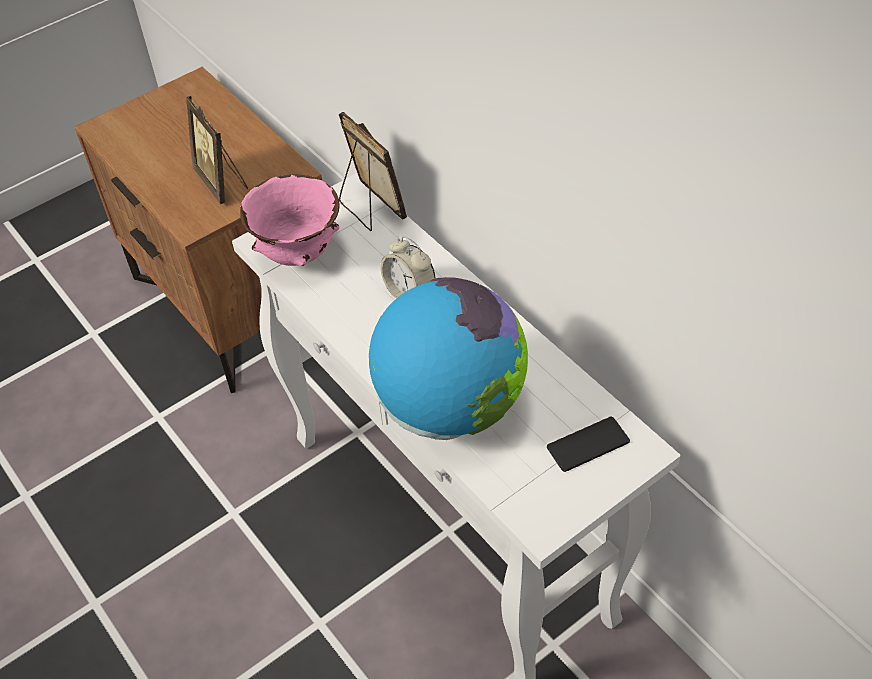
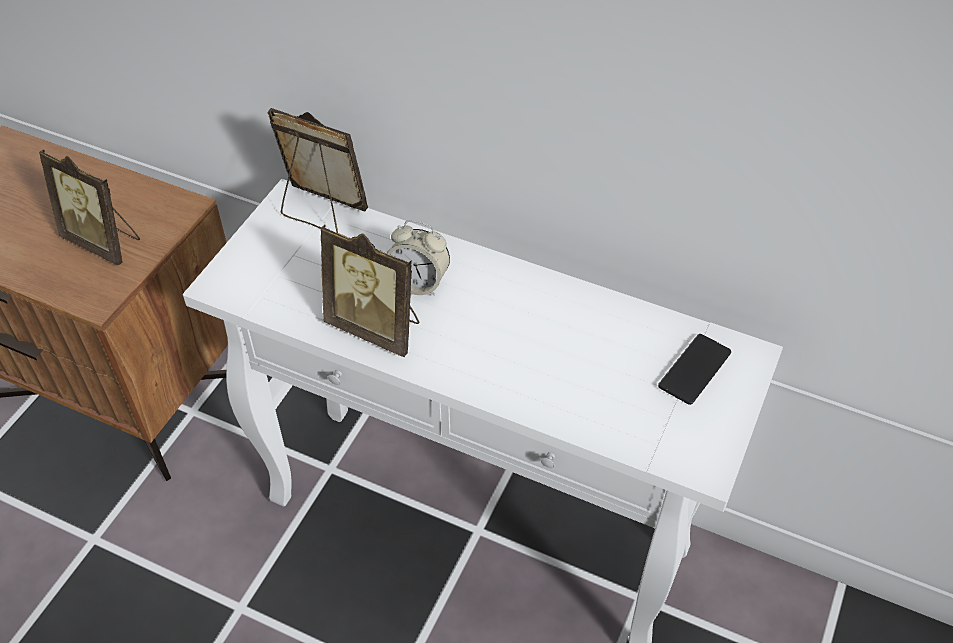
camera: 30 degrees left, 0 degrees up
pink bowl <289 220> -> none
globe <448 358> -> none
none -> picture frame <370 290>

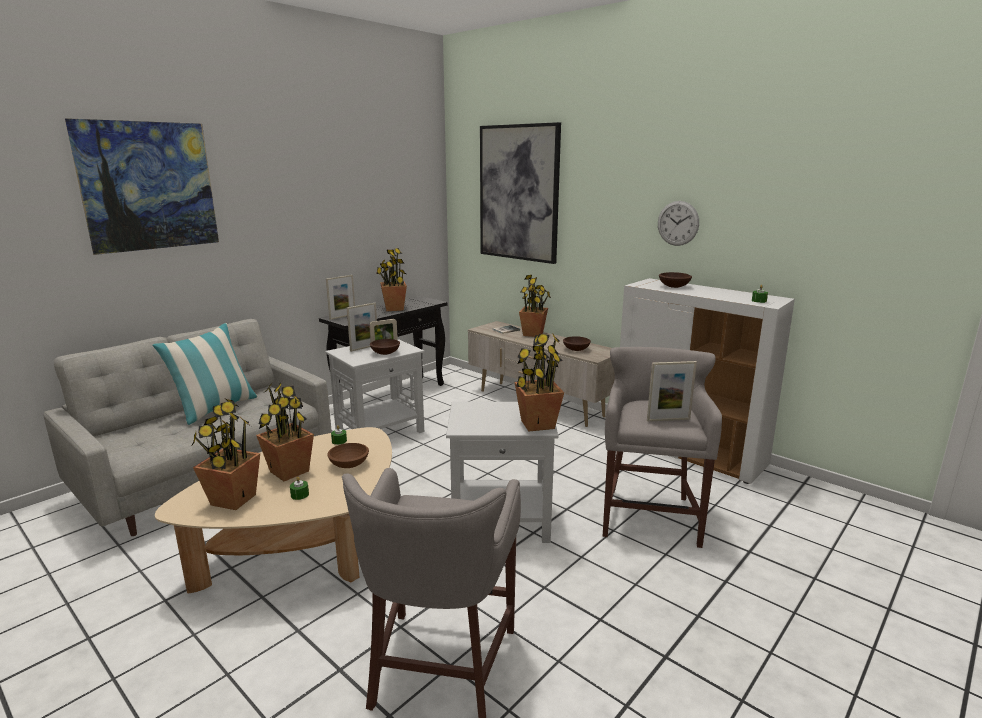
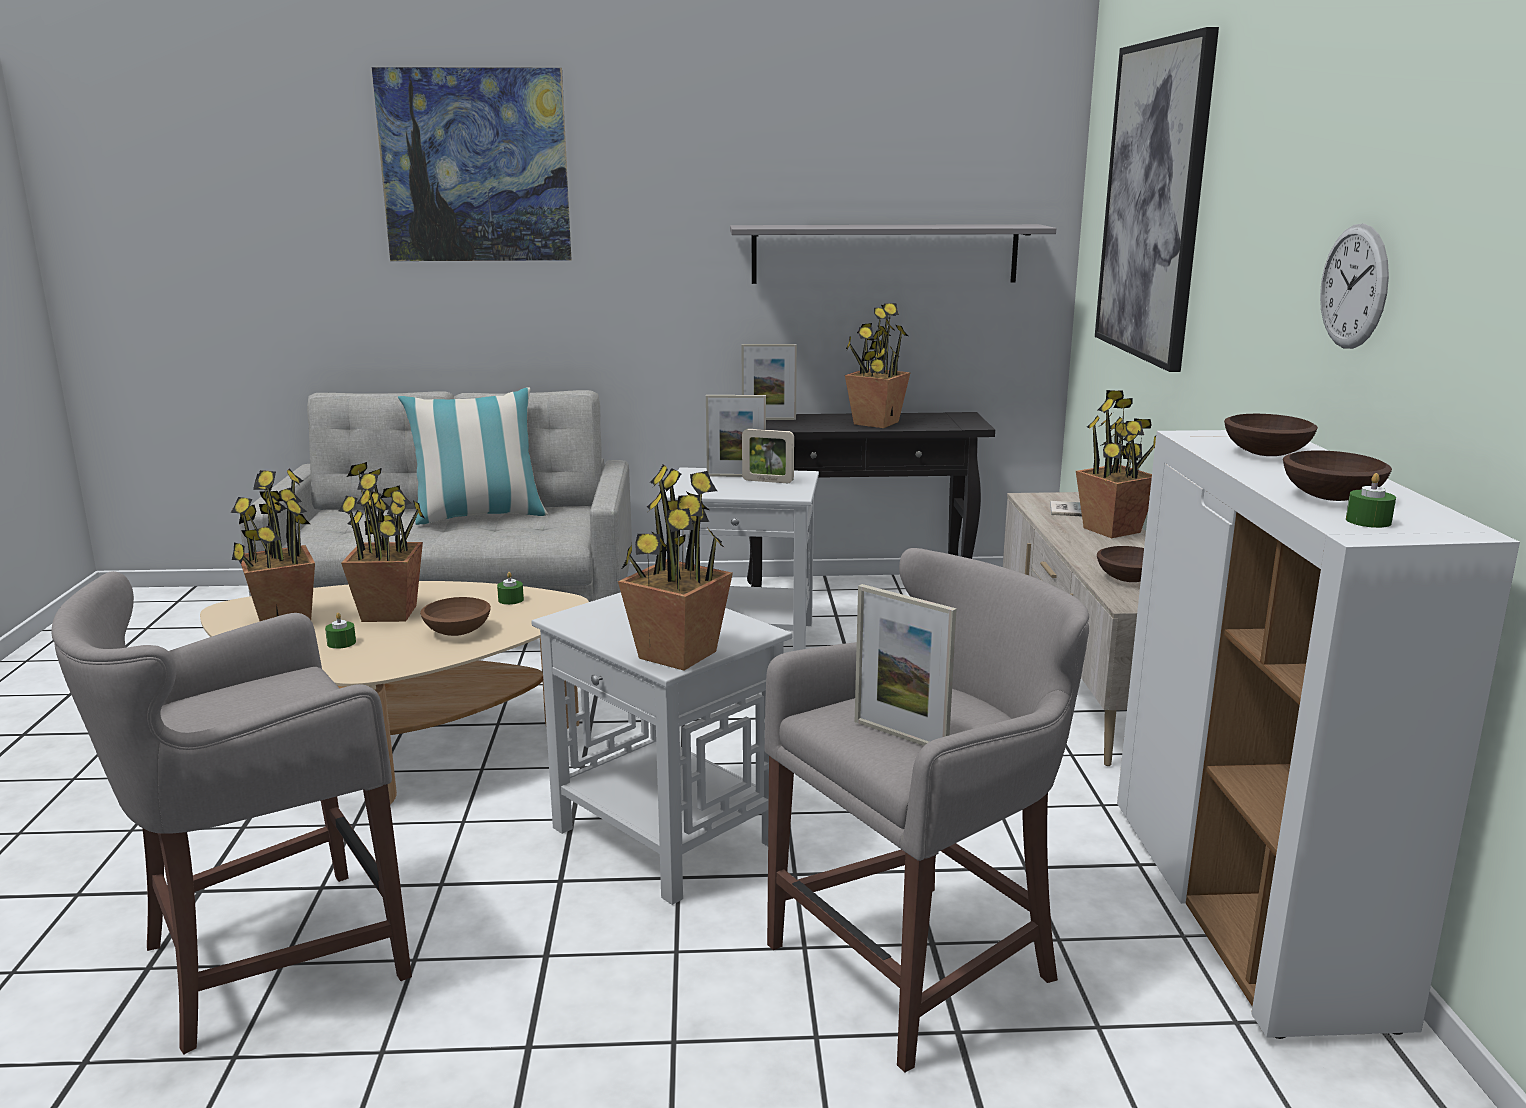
camera: 45 degrees right, 0 degrees up
none -> grey shelf <893 254>
brown bowl <385 347> -> brown bowl <1337 475>, move

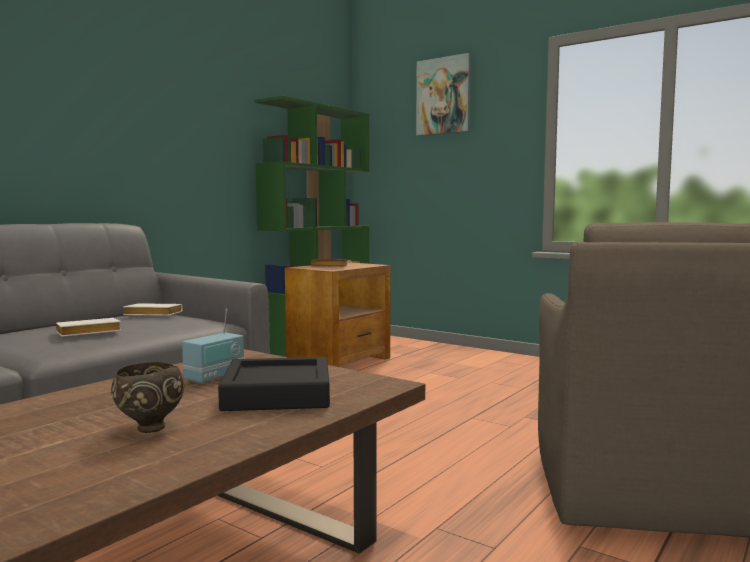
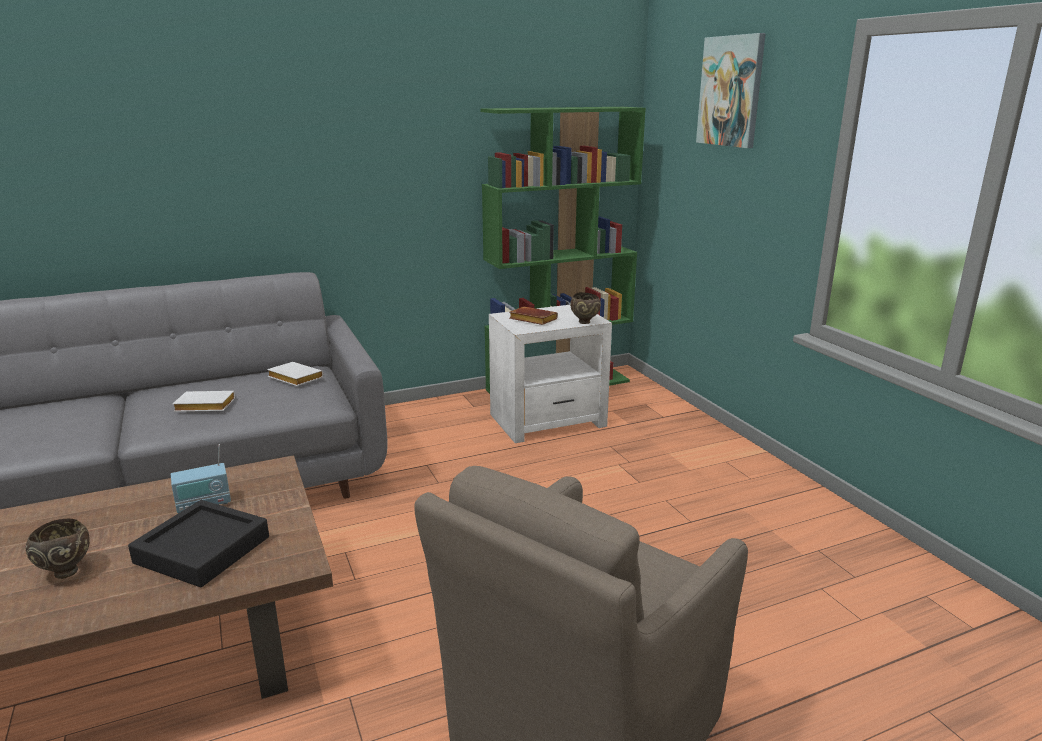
camera: 30 degrees right, 15 degrees up
none -> brown bowl <585 308>
brown side table <338 314> -> white side table <550 374>

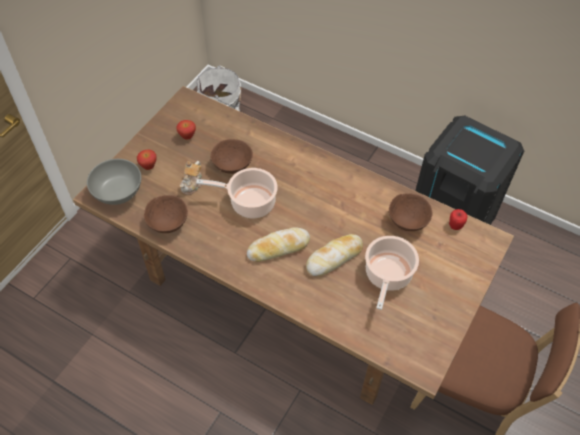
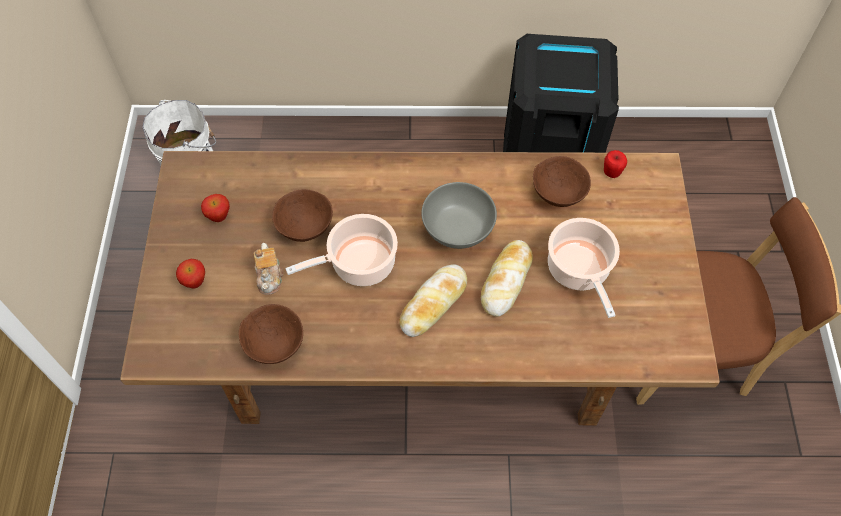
camera: 30 degrees left, 5 degrees up
grey bowl <114 182> -> grey bowl <459 215>, move

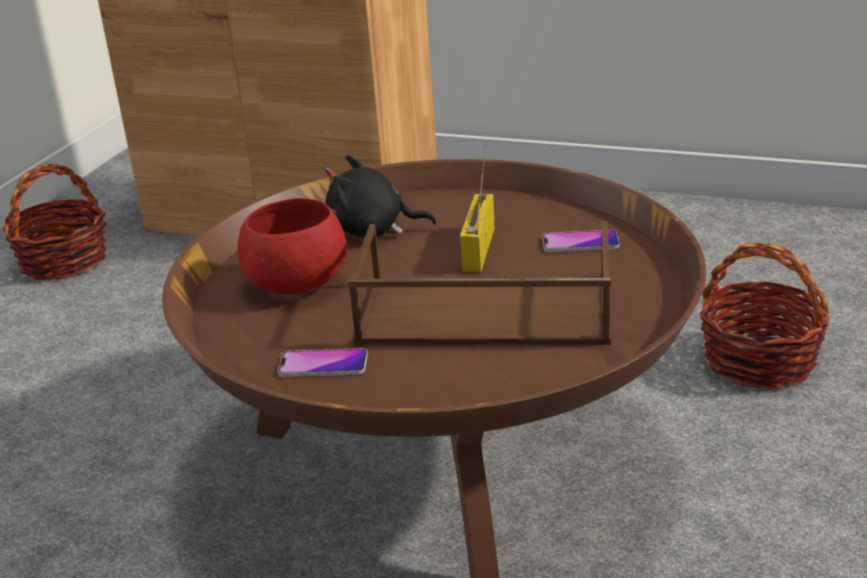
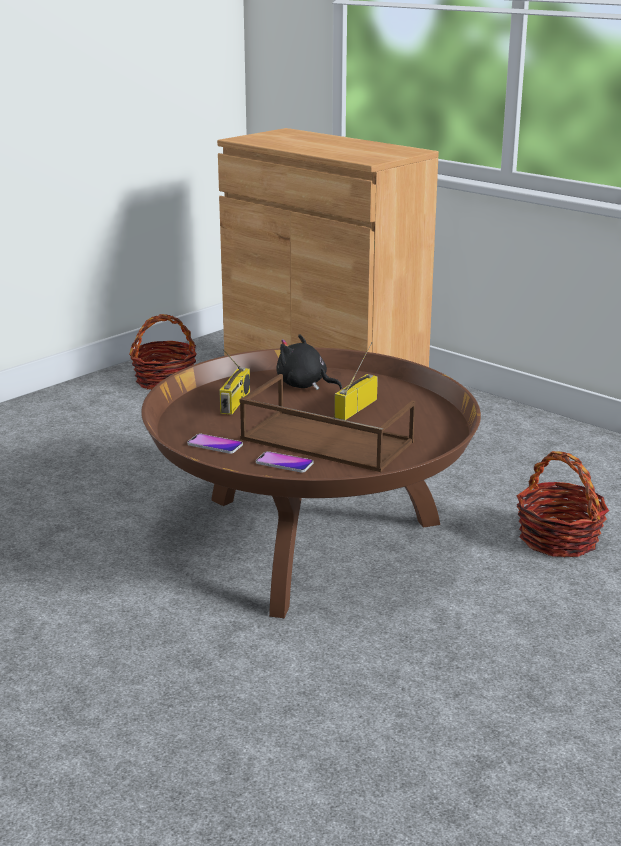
camera: 20 degrees right, 5 degrees down
phone <580 241> -> phone <284 462>, move
red bowl <292 246> -> radio <234 382>

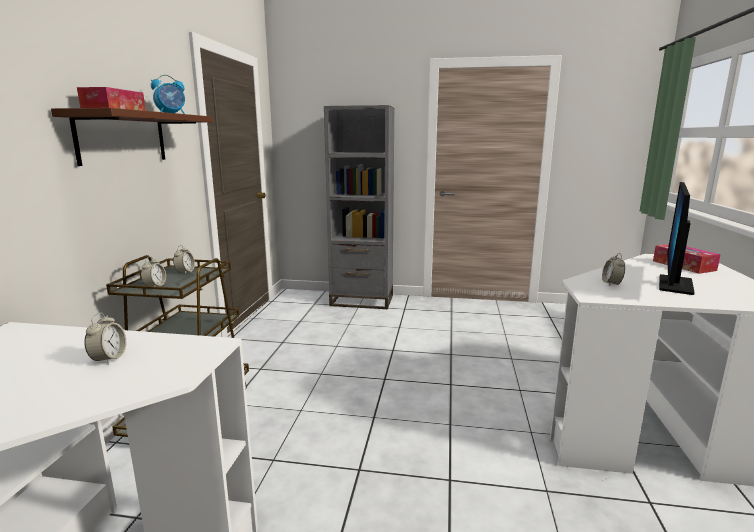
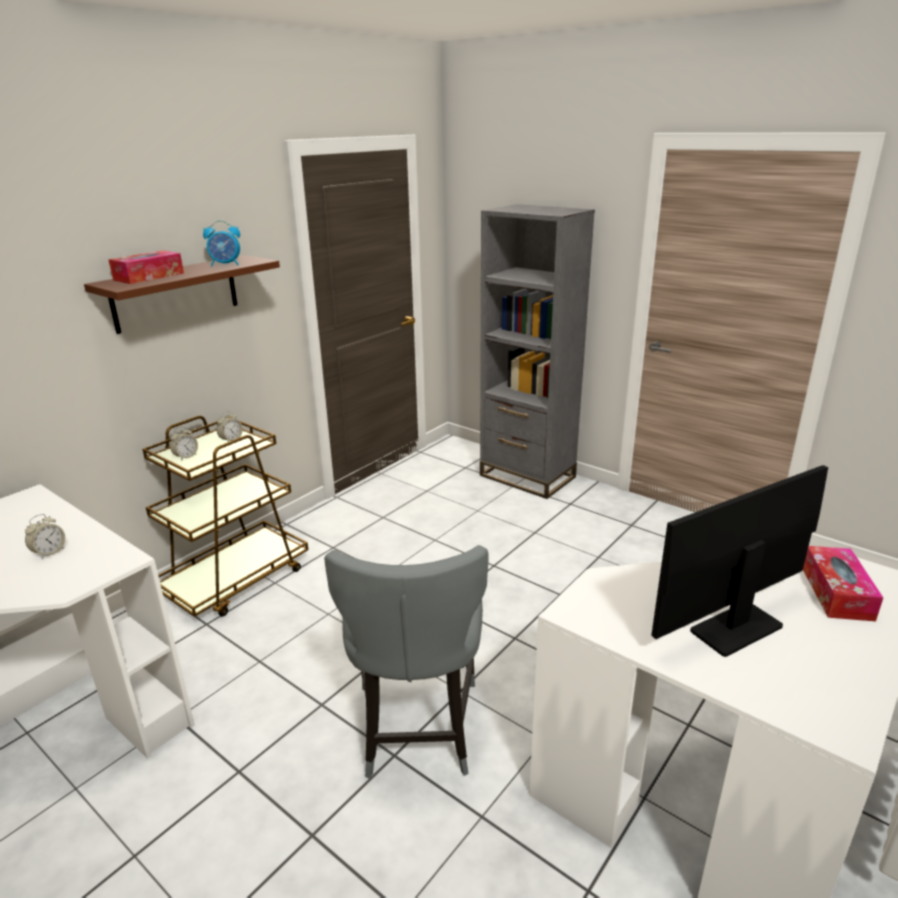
camera: 30 degrees right, 10 degrees up
alarm clock <613 269> -> none
none -> grey chair <406 662>

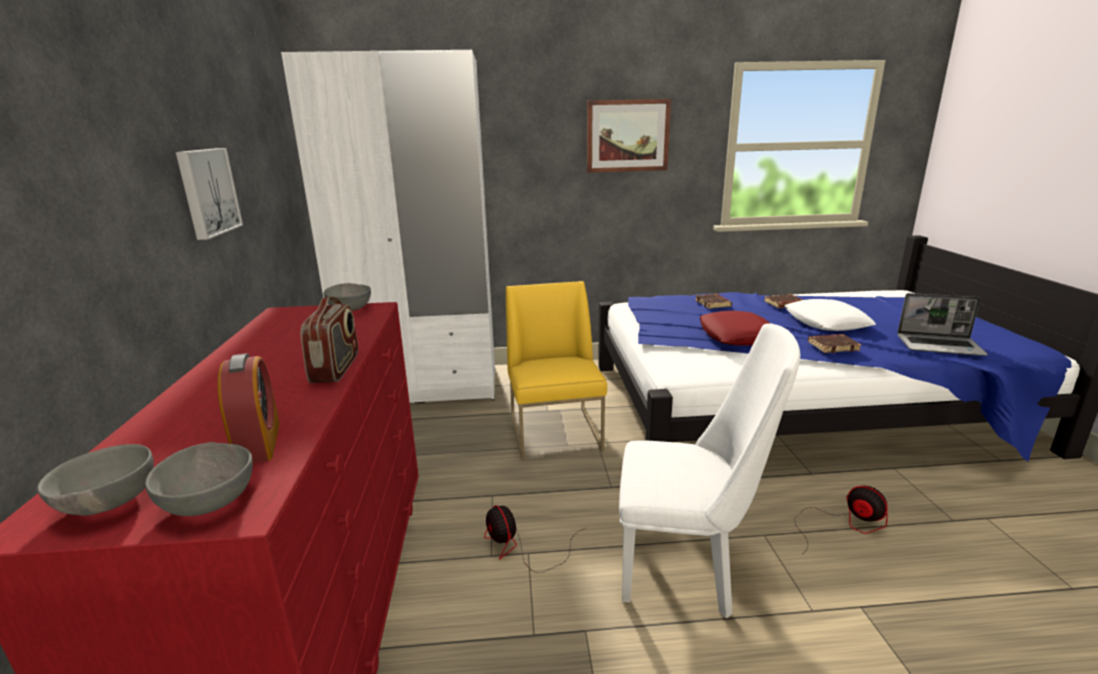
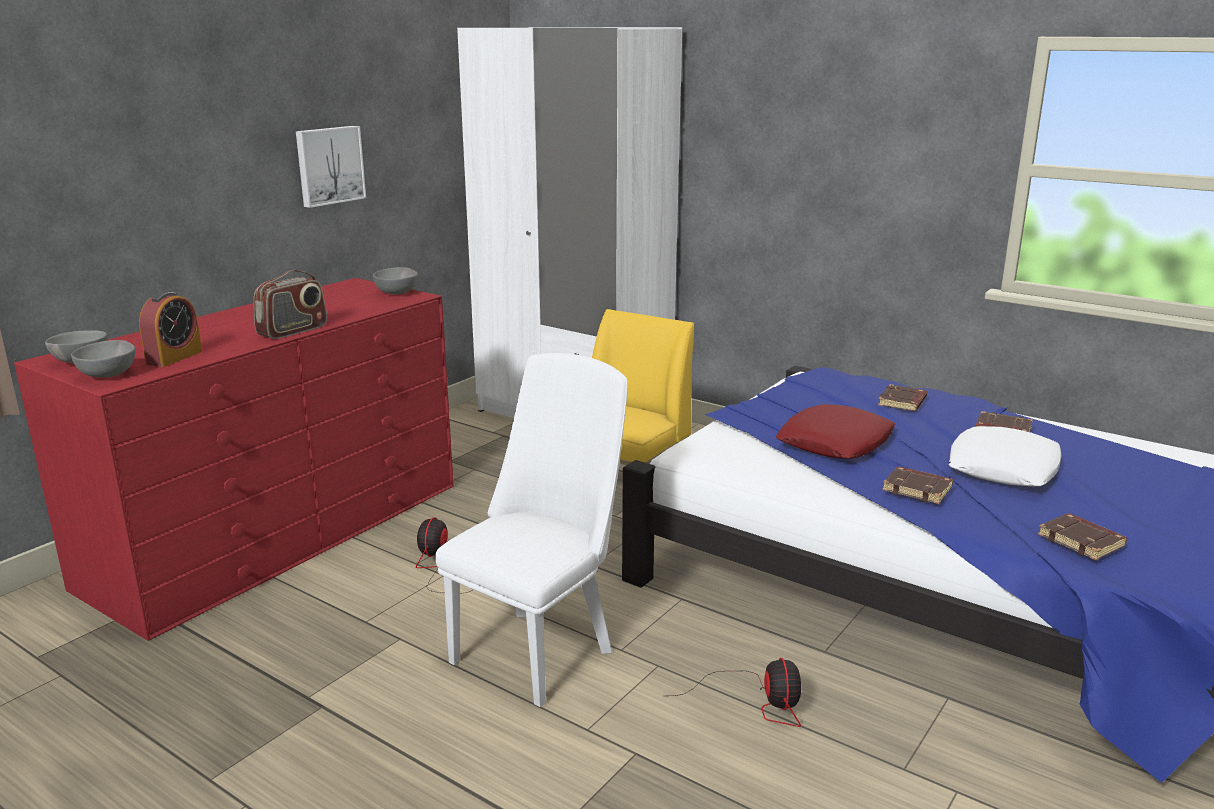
camera: 40 degrees right, 0 degrees up
picture <629 136> -> none
laptop <942 324> -> brown book <1082 536>
white chair <709 471> -> white chair <531 530>, 105 degrees counterclockwise

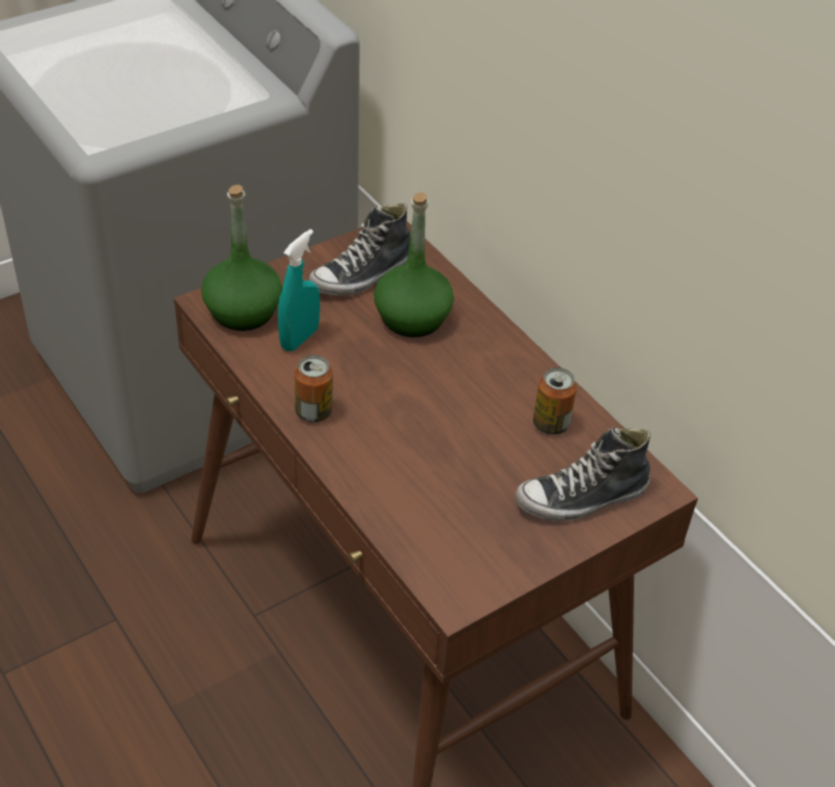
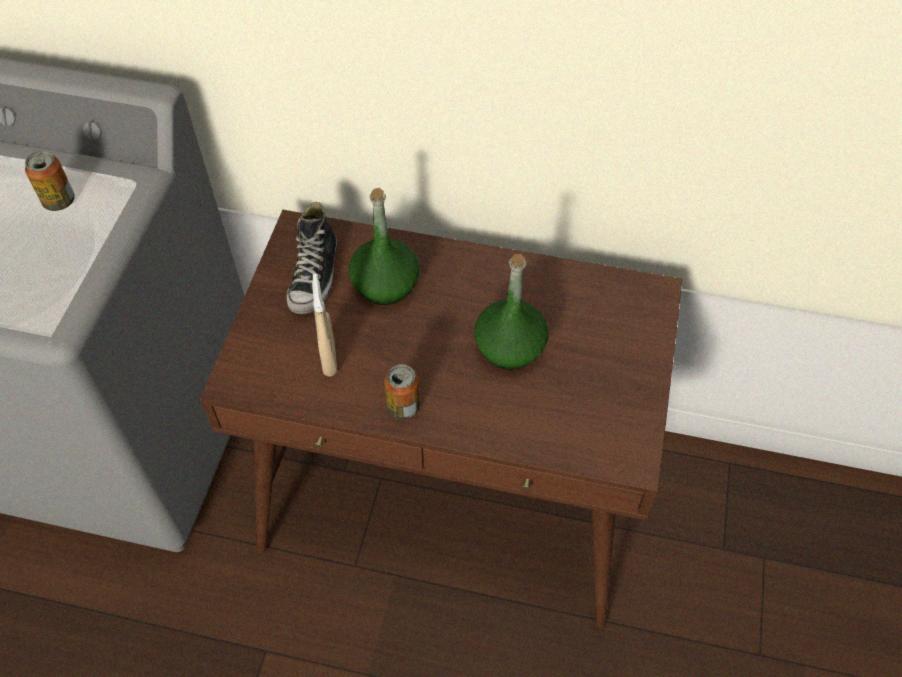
camera: 40 degrees left, 10 degrees up
shoe <582 474> -> none
green bottle <241 258> -> green bottle <511 312>, move
can <555 401> -> can <50 181>, move
turquoise spray bottle <299 290> -> beige spray bottle <324 325>

